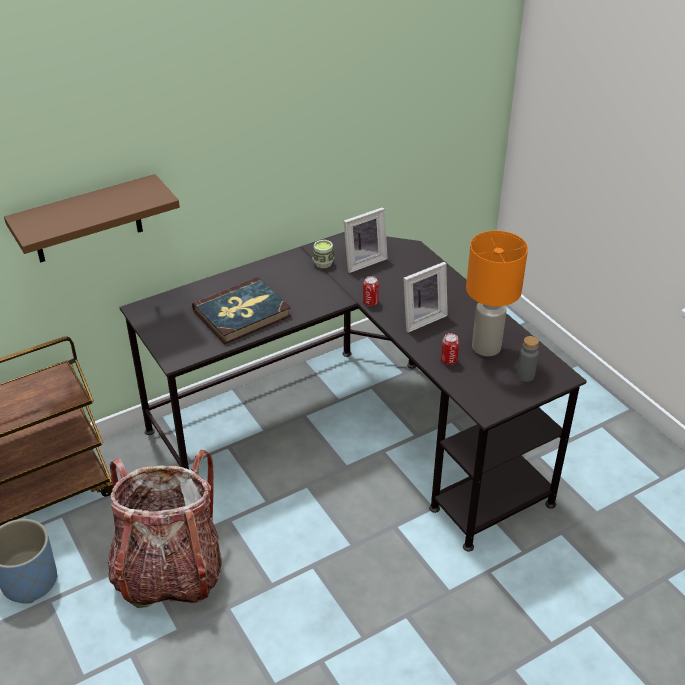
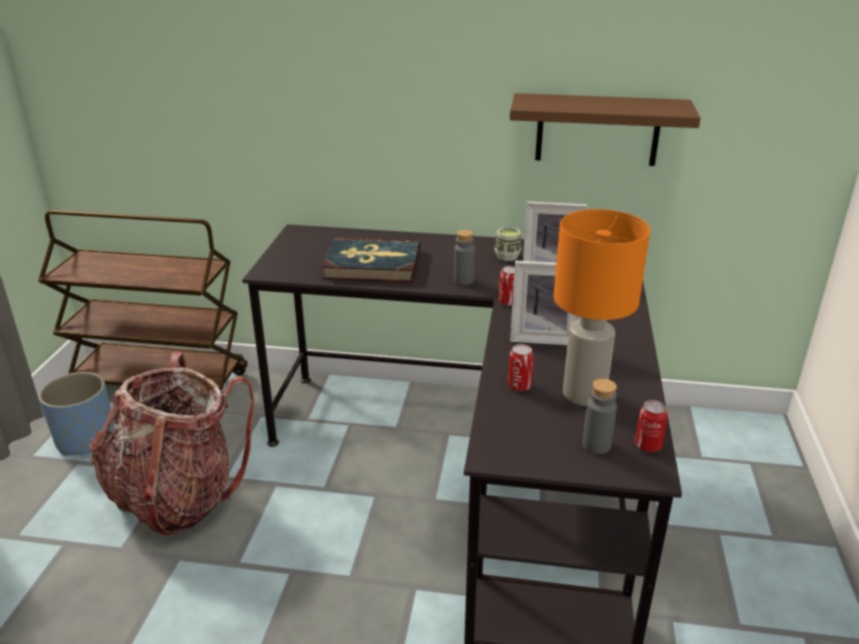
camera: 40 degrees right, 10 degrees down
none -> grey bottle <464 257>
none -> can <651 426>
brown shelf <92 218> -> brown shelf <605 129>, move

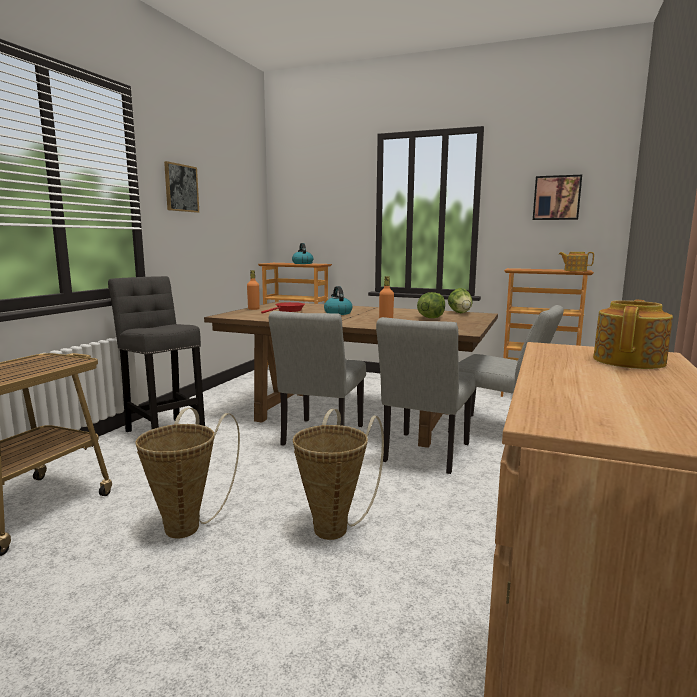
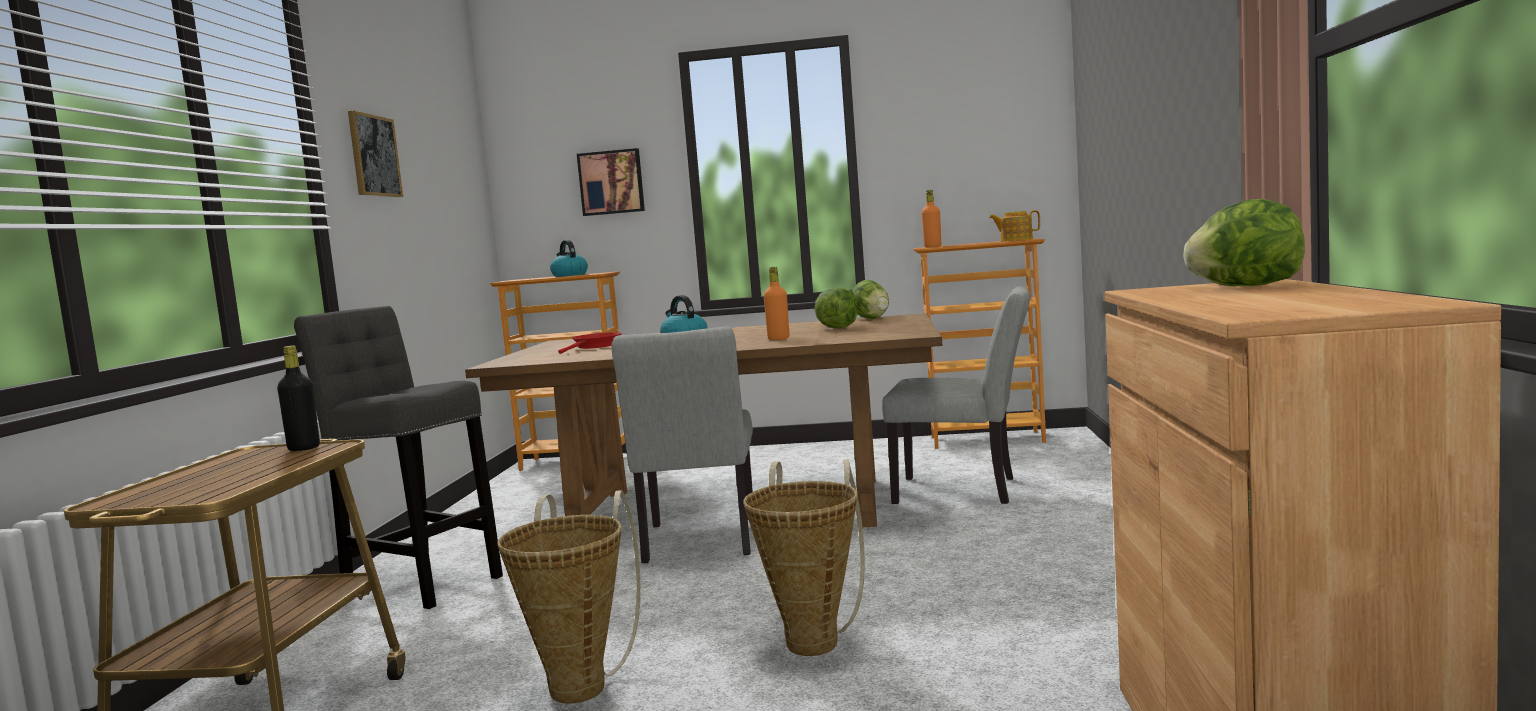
camera: 15 degrees left, 5 degrees down
grey chair <426 395> -> none
none -> black bottle <298 398>
orange bottle <253 290> -> orange bottle <931 219>, move
picture <557 197> -> picture <611 182>, move
teapot <633 334> -> lettuce <1244 242>

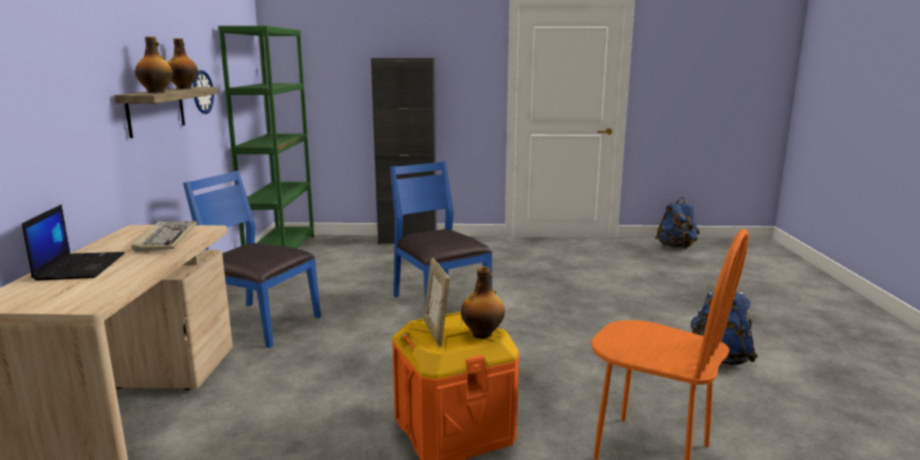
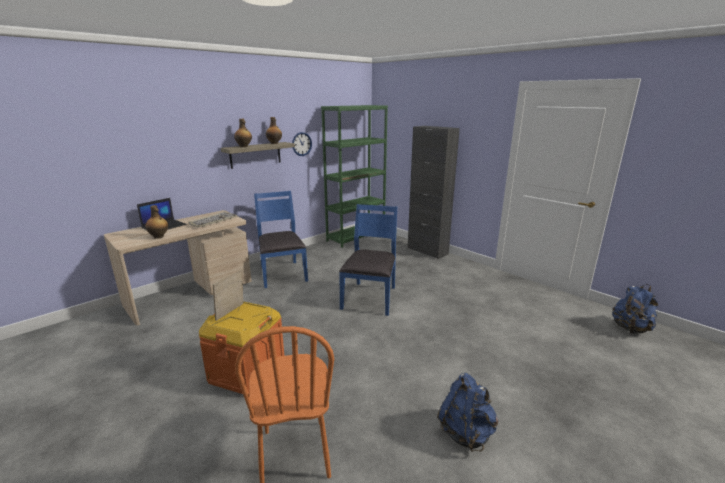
camera: 45 degrees right, 5 degrees up
bottle <483 302> -> bottle <156 222>, move

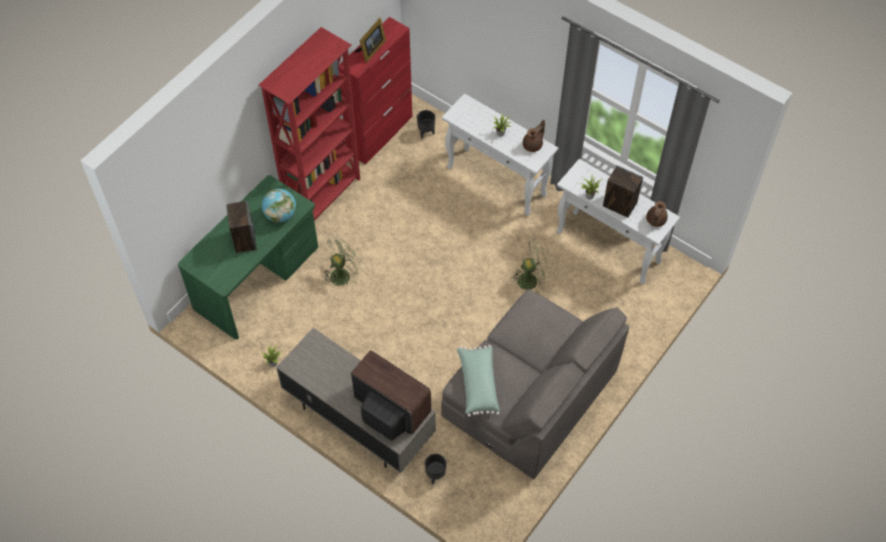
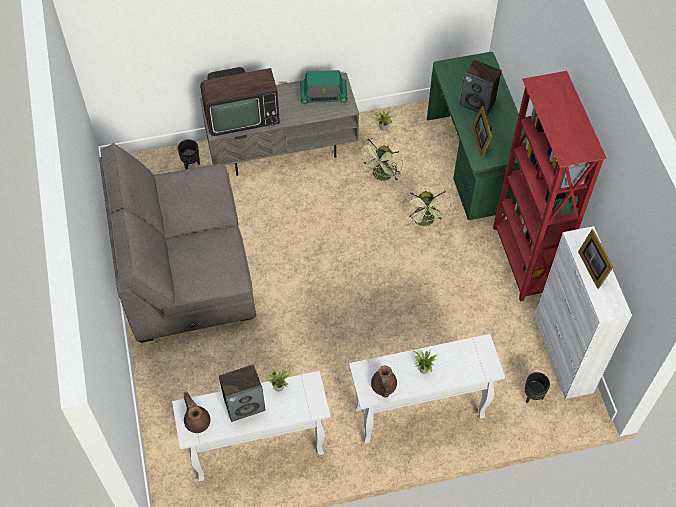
camera: 130 degrees right, 0 degrees up
green pillow <478 381> -> none
none -> radio <323 87>
green fan <530 267> -> green fan <380 159>, move
globe <279 206> -> picture frame <482 132>
red cabinet <375 91> -> white cabinet <583 312>

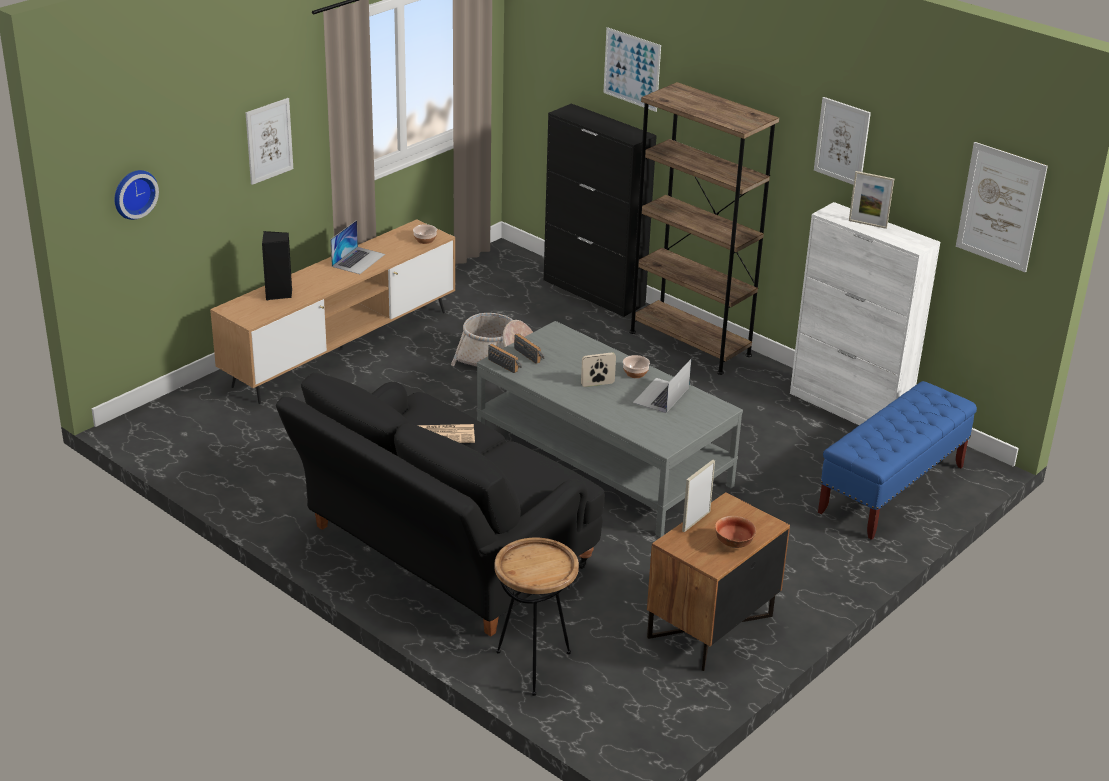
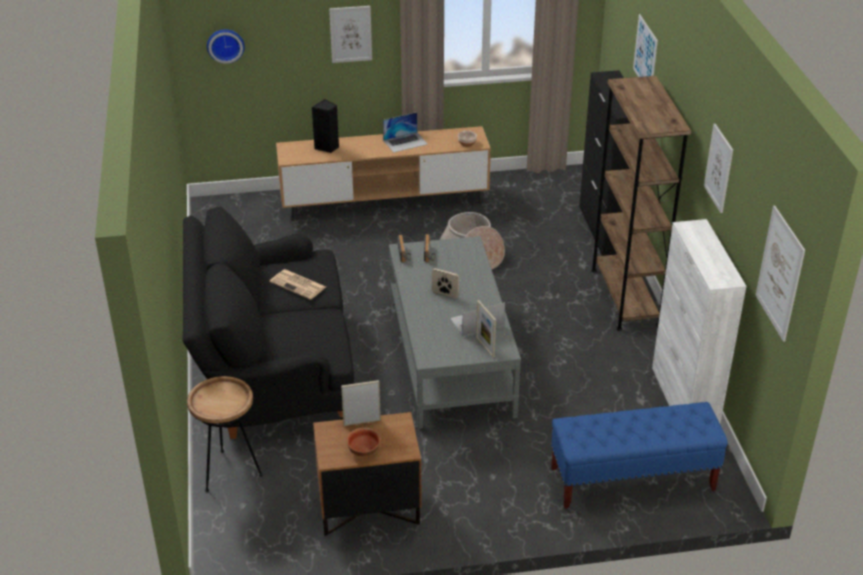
camera: 40 degrees right, 5 degrees up
bowl <636 366> -> none
picture frame <871 200> -> picture frame <486 328>, move

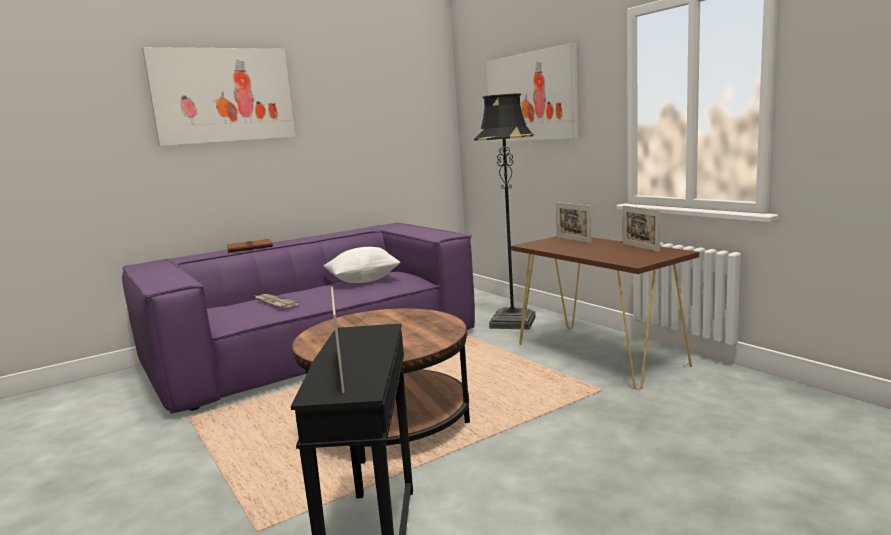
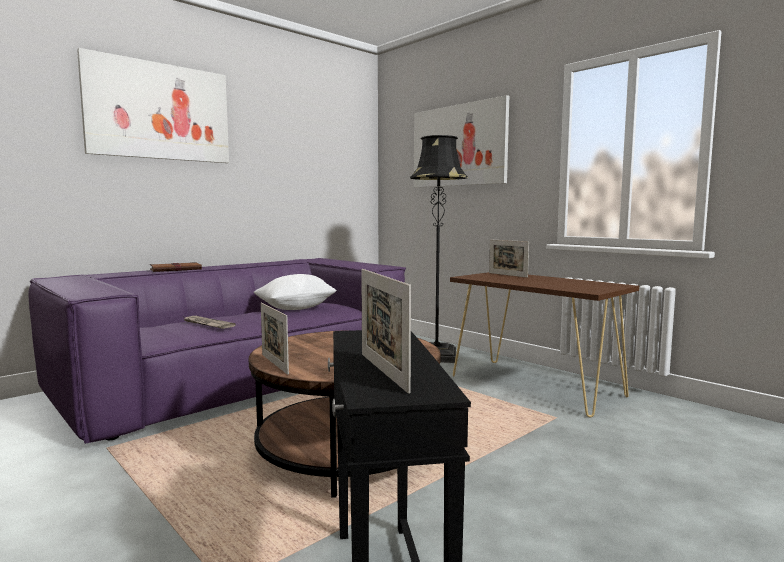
camera: 10 degrees left, 5 degrees down
picture frame <641 228> -> picture frame <275 339>, move

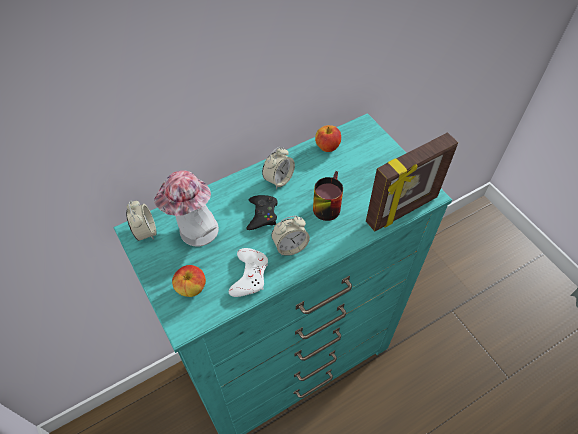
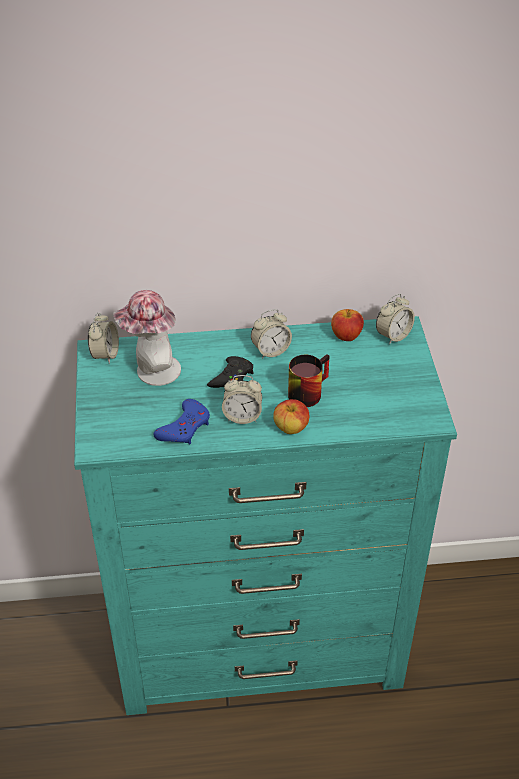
camera: 25 degrees right, 10 degrees down
picture frame <412 182> -> none
none -> alarm clock <395 319>
apple <189 281> -> apple <291 416>, move
white game controller <248 272> -> blue game controller <181 421>

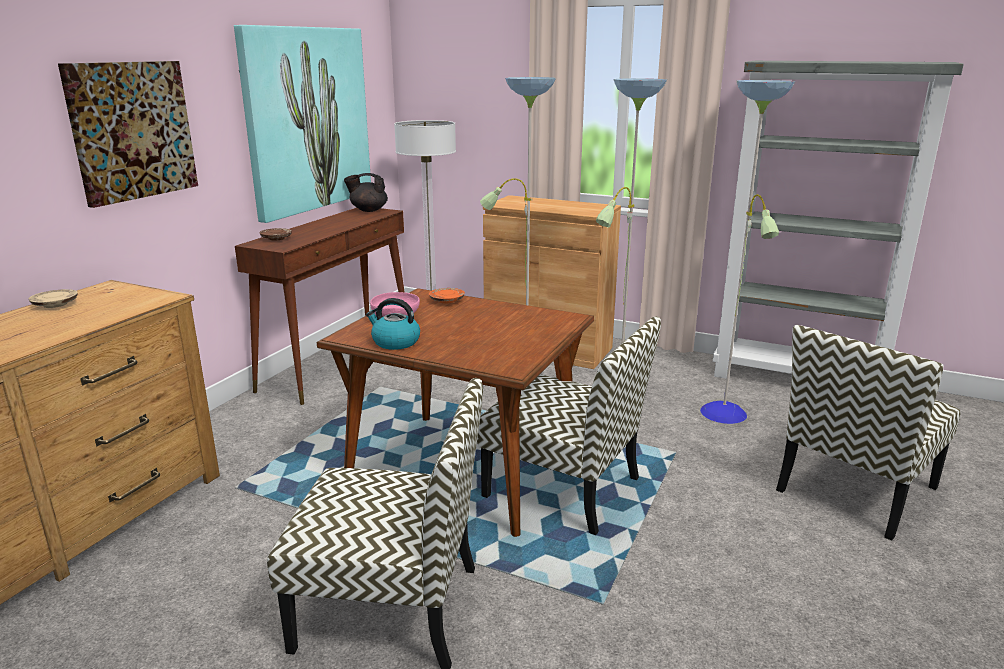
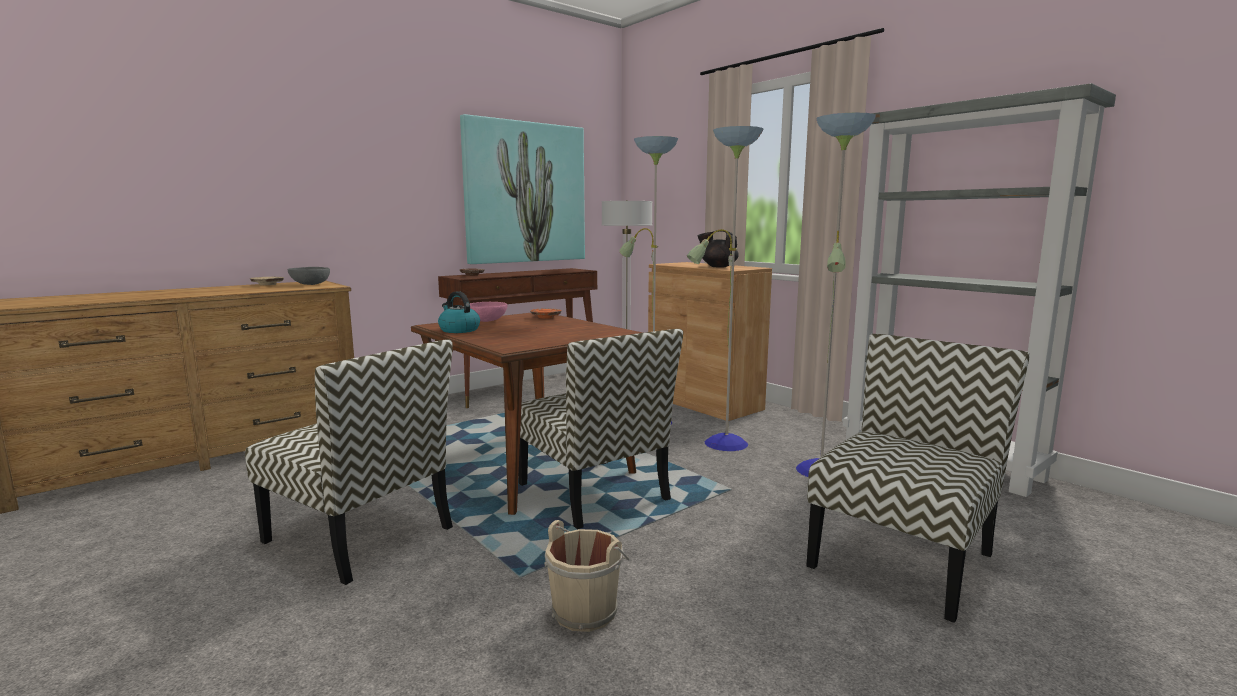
camera: 25 degrees right, 10 degrees down
picture <128 134> -> none
none -> grey bowl <309 276>
none -> beige bucket <586 576>
black teapot <366 192> -> black teapot <718 249>, move
chair <868 433> -> chair <918 478>, 150 degrees clockwise

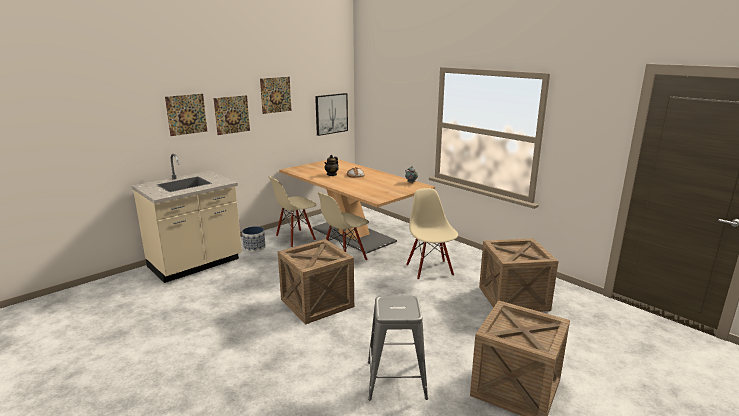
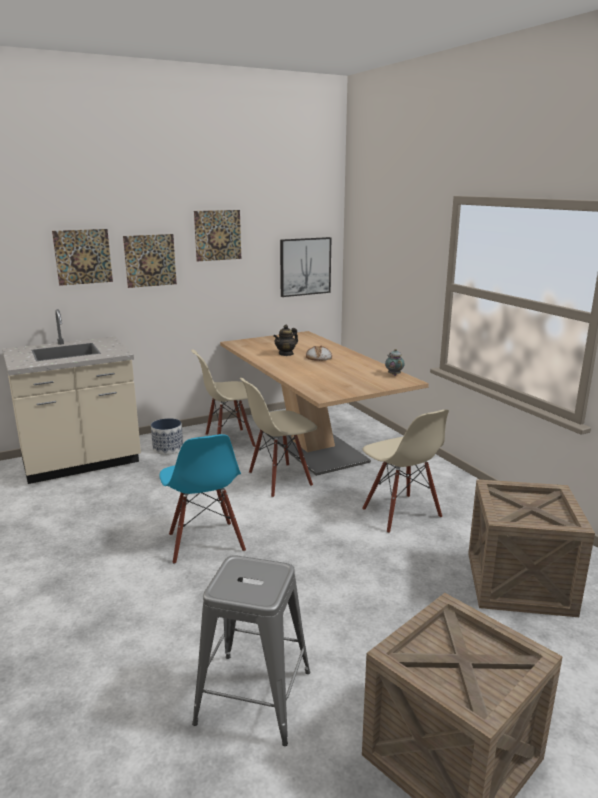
camera: 15 degrees right, 0 degrees up
crate <316 281> -> blue chair <202 499>
beige chair <432 234> -> beige chair <405 471>, 150 degrees clockwise

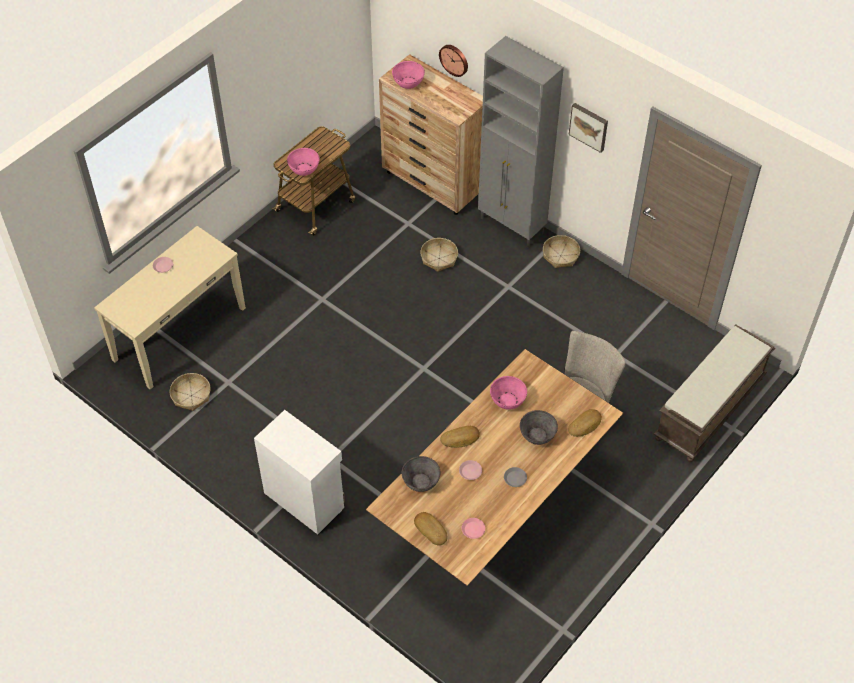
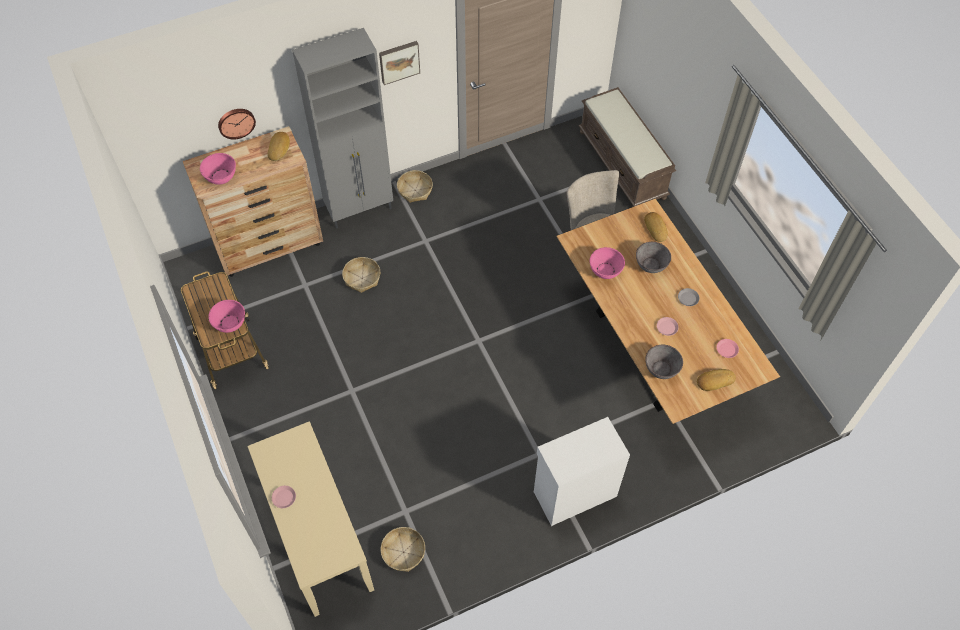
camera: 65 degrees left, 5 degrees up
bread <460 437> -> bread <278 146>, move

